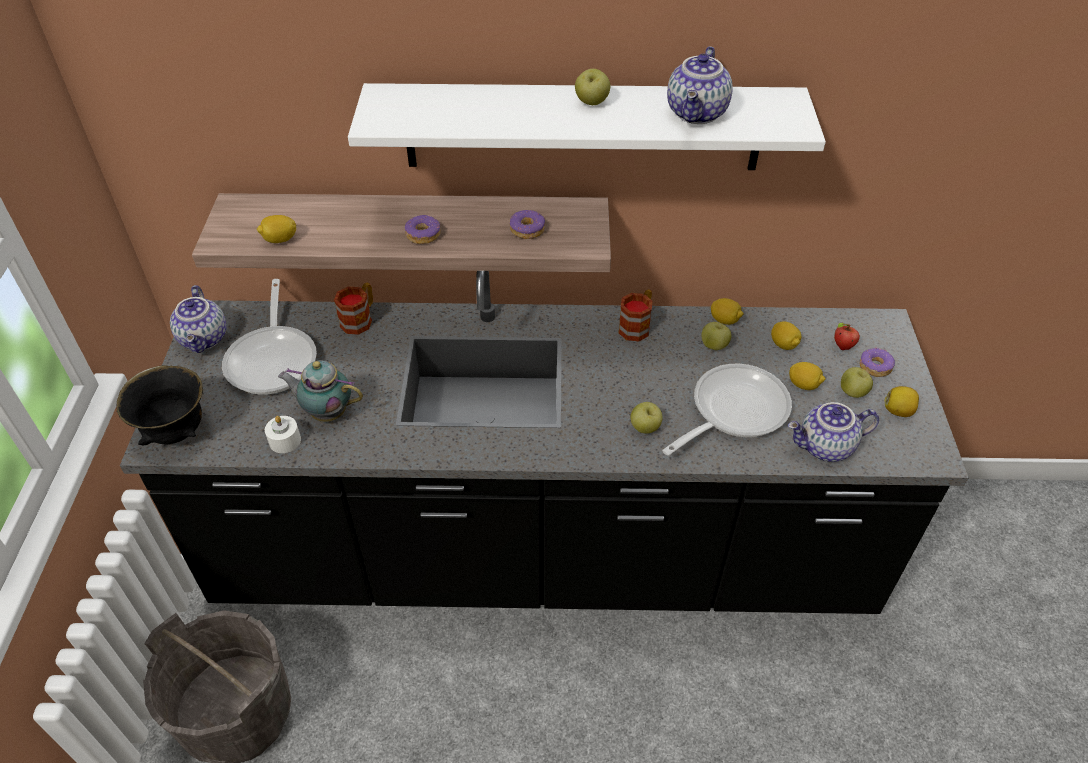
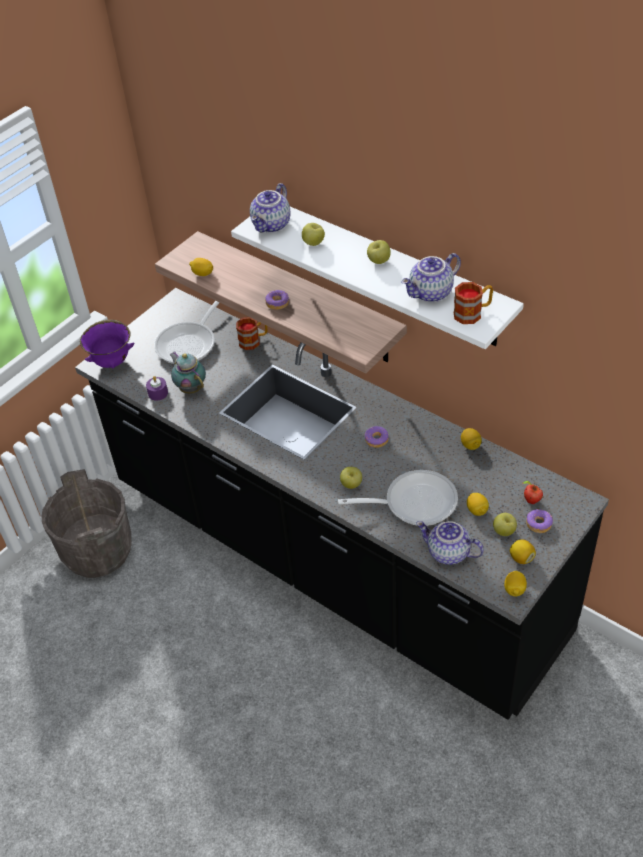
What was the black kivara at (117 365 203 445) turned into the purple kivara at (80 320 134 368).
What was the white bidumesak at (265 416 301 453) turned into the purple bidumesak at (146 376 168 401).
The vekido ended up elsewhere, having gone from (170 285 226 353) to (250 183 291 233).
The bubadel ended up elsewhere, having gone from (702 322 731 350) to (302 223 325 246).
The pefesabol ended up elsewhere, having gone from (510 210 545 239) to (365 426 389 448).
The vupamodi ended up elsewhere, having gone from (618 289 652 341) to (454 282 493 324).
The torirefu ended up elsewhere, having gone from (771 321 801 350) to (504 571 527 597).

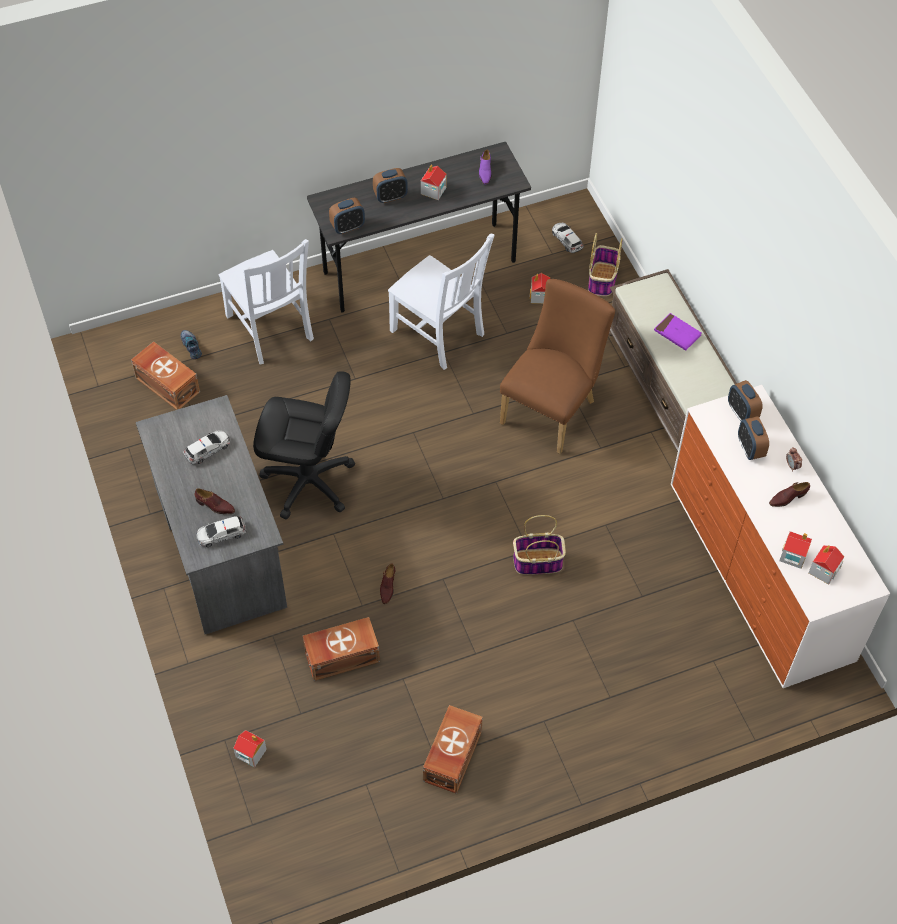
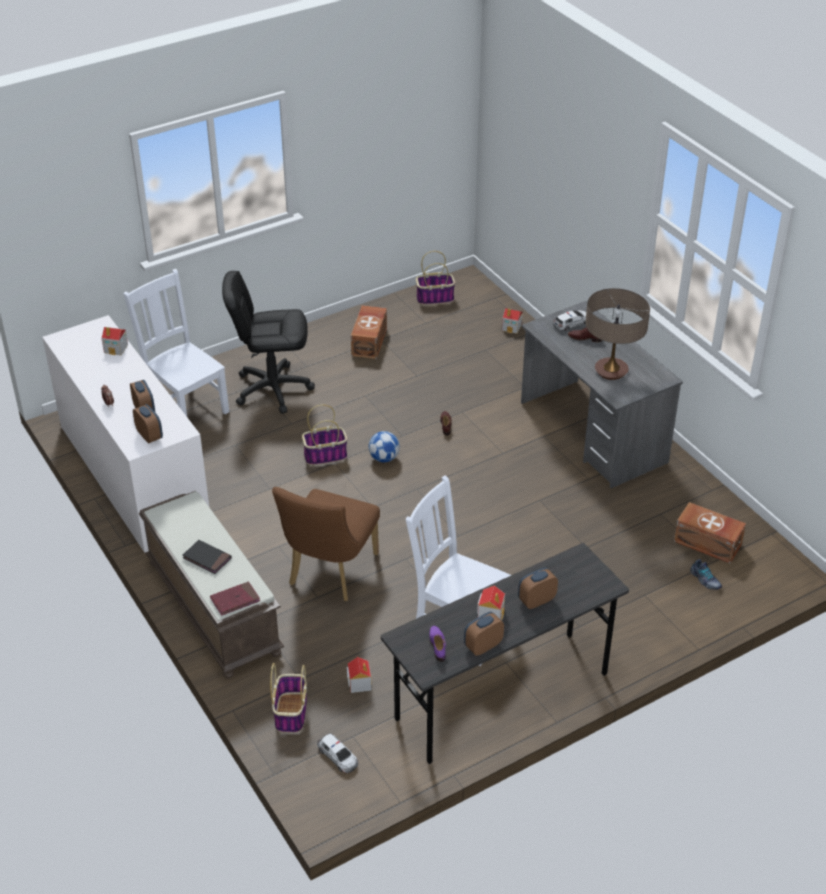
The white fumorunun ended up elsewhere, having gone from (218 239 314 364) to (123 269 230 416).
What was the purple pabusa at (654 313 701 351) turned into the black pabusa at (183 540 232 574).
The second view gained the red pabusa at (210 581 260 616).
The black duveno ended up elsewhere, having gone from (253 371 355 520) to (222 271 315 414).
The second view gained the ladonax at (368 431 400 462).
The second view gained the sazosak at (416 251 455 305).
The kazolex ended up elsewhere, having gone from (329 198 365 234) to (464 612 504 656).
Where the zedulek stood at (183 430 230 464), the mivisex came to stand at (585 288 650 380).
The second view lost the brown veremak at (303 617 380 681).
The second view lost the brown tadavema at (769 482 810 507).
The second view lost the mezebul at (808 545 844 585).

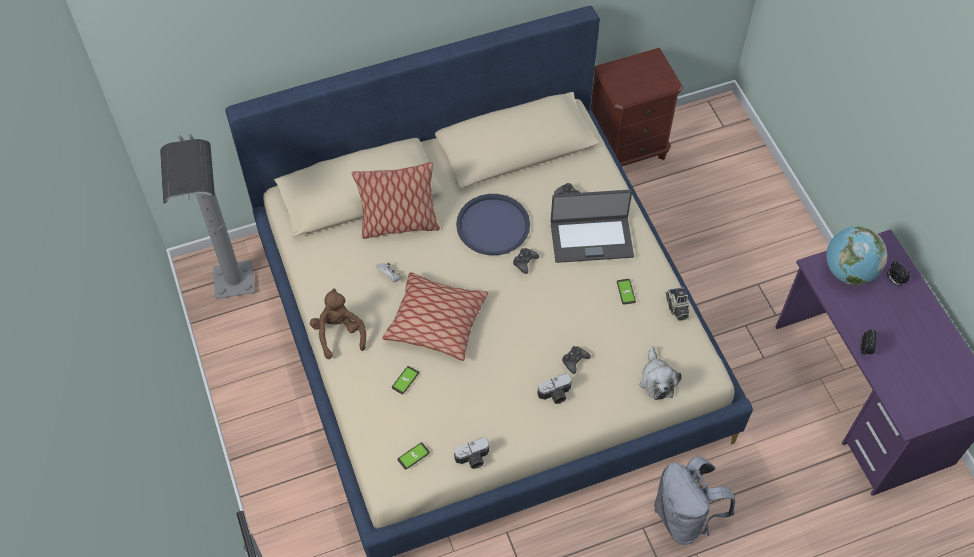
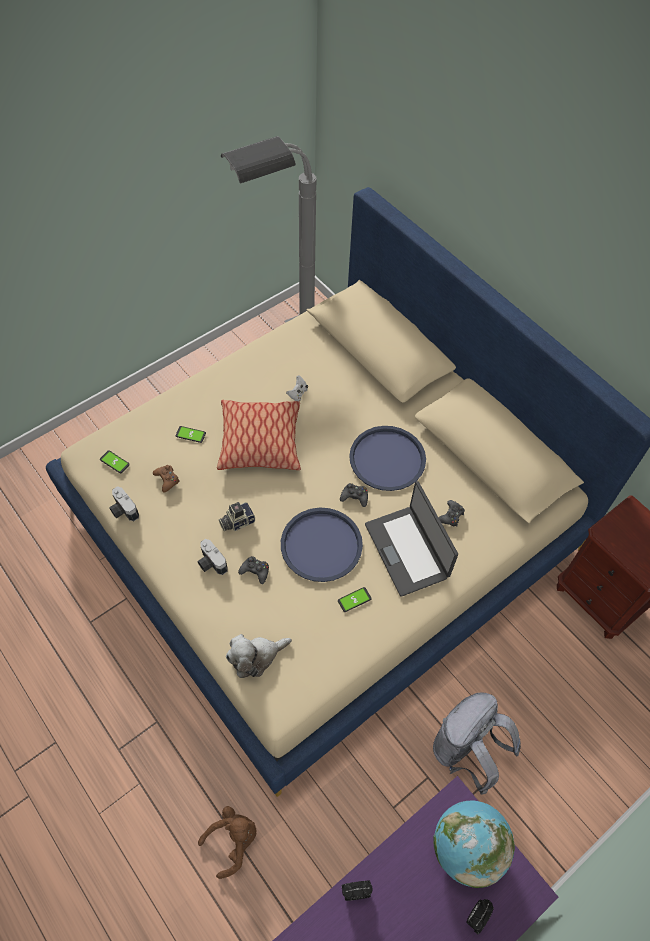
The second view gained the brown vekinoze at (153 465 180 493).
The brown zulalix ended up elsewhere, having gone from (310 288 366 359) to (198 806 257 879).
The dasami ended up elsewhere, having gone from (666 287 689 321) to (219 502 255 531).
The second view gained the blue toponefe at (281 508 363 582).
The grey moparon ended up elsewhere, having gone from (654 456 735 545) to (433 692 521 795).
The second view lost the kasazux at (351 162 440 239).

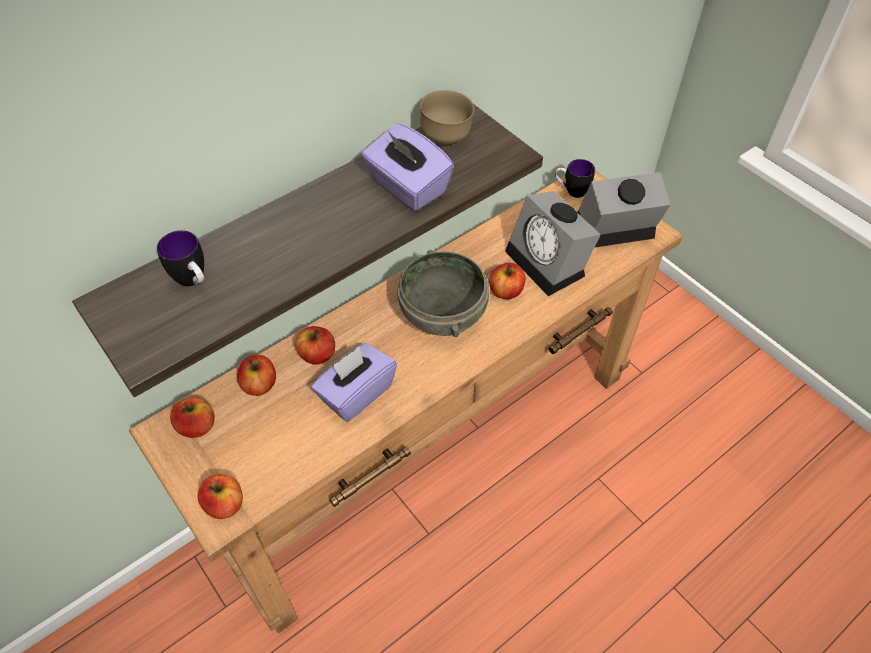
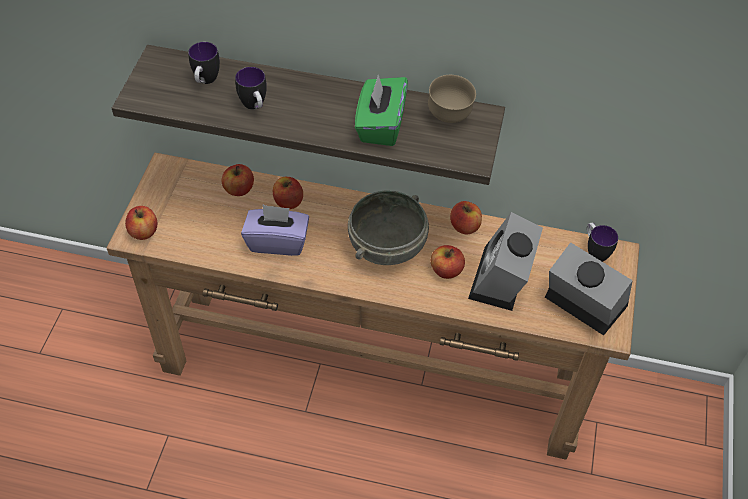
The second view gained the vupamodi at (235 67 267 110).
What was the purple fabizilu at (362 123 454 211) turned into the green fabizilu at (355 75 408 146).
The bubadel ended up elsewhere, having gone from (170 397 215 438) to (450 201 482 234).

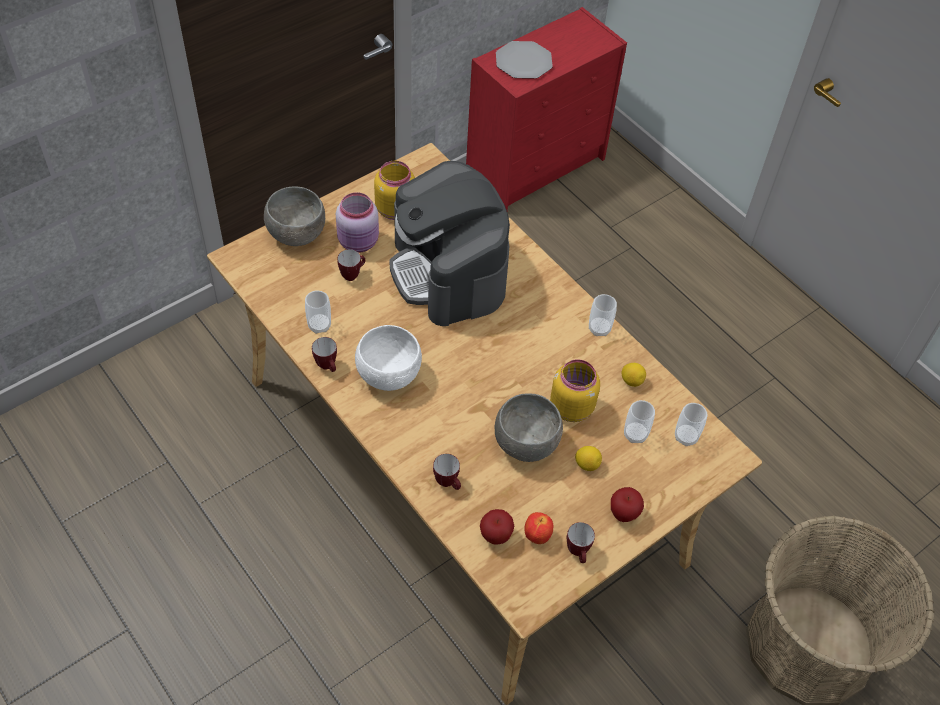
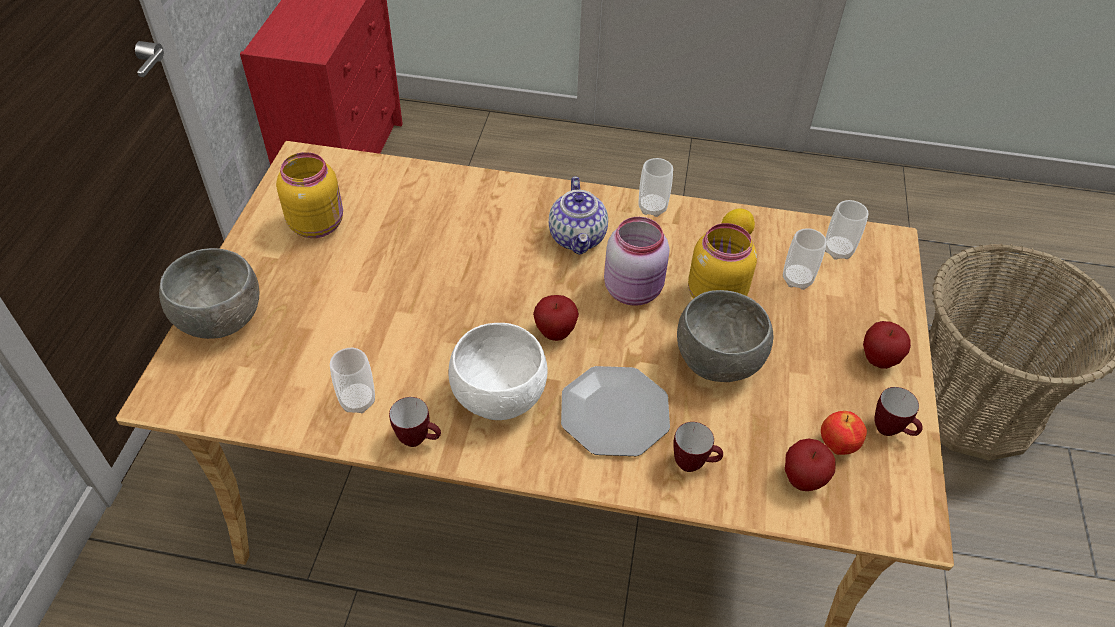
The second view gained the bubadel at (533 295 579 341).
The second view gained the vekido at (549 177 608 255).
The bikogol ended up elsewhere, having gone from (496 41 553 79) to (561 366 670 456).
The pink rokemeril ended up elsewhere, having gone from (336 192 379 253) to (604 217 670 306).
The second view lost the vupamodi at (337 249 366 281).
The second view lost the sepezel at (389 161 510 326).
The second view lost the torirefu at (575 446 602 471).

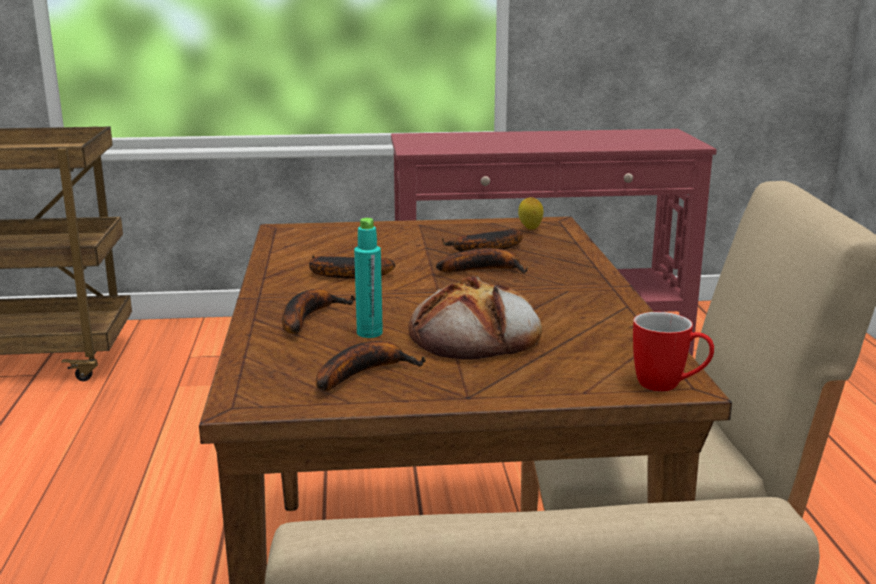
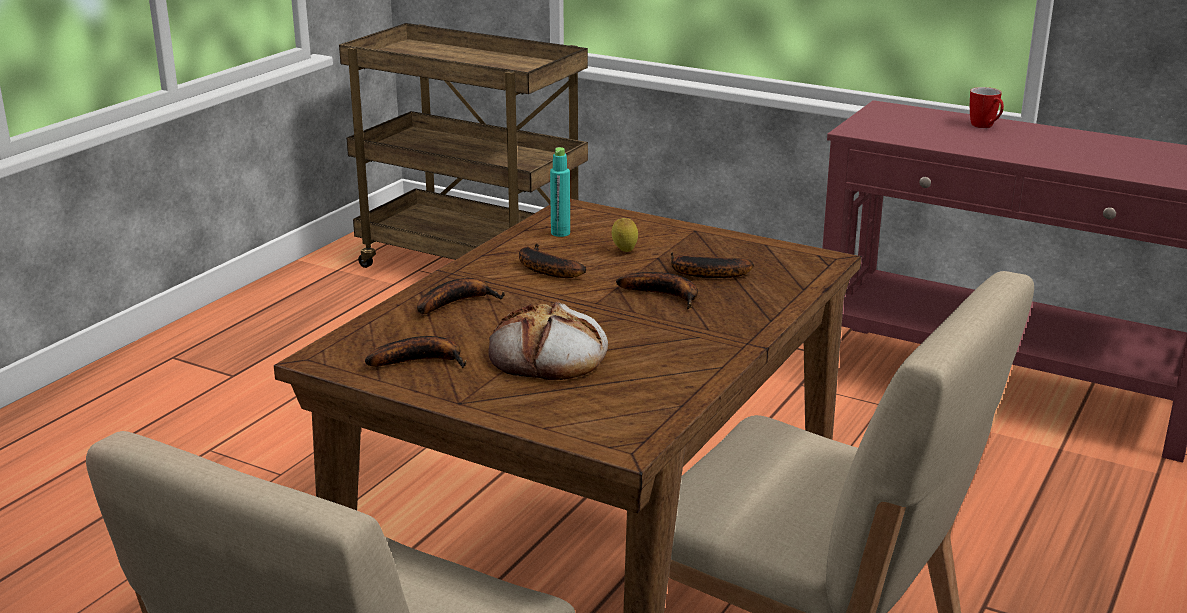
The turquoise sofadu ended up elsewhere, having gone from (354 218 383 338) to (550 147 570 237).
The torirefu ended up elsewhere, having gone from (518 197 544 229) to (612 218 638 252).
The vupamodi ended up elsewhere, having gone from (633 312 714 392) to (970 87 1004 128).

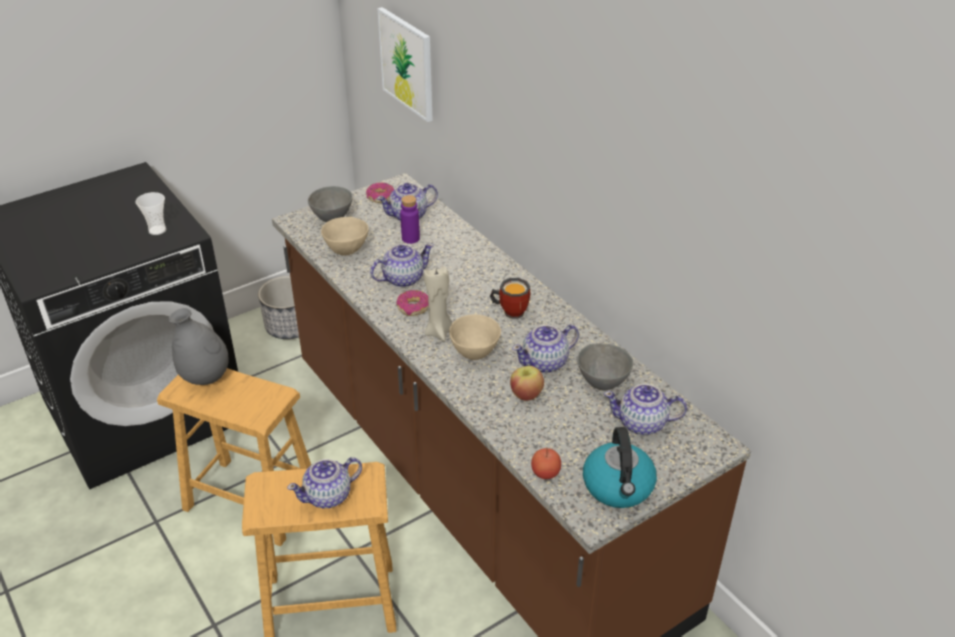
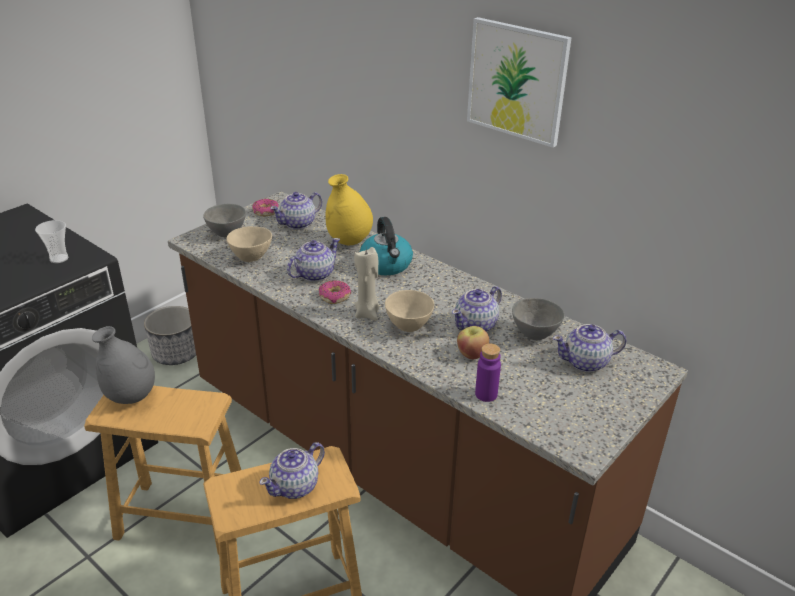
The second view gained the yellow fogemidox at (325 174 373 245).
The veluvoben ended up elsewhere, having gone from (583 427 657 508) to (360 217 413 275).
The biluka ended up elsewhere, having gone from (377 7 433 122) to (467 17 572 148).
The purple sofadu ended up elsewhere, having gone from (400 195 420 244) to (475 343 501 402).
The second view lost the vupamodi at (489 278 531 319).
The second view lost the bubadel at (531 447 561 479).

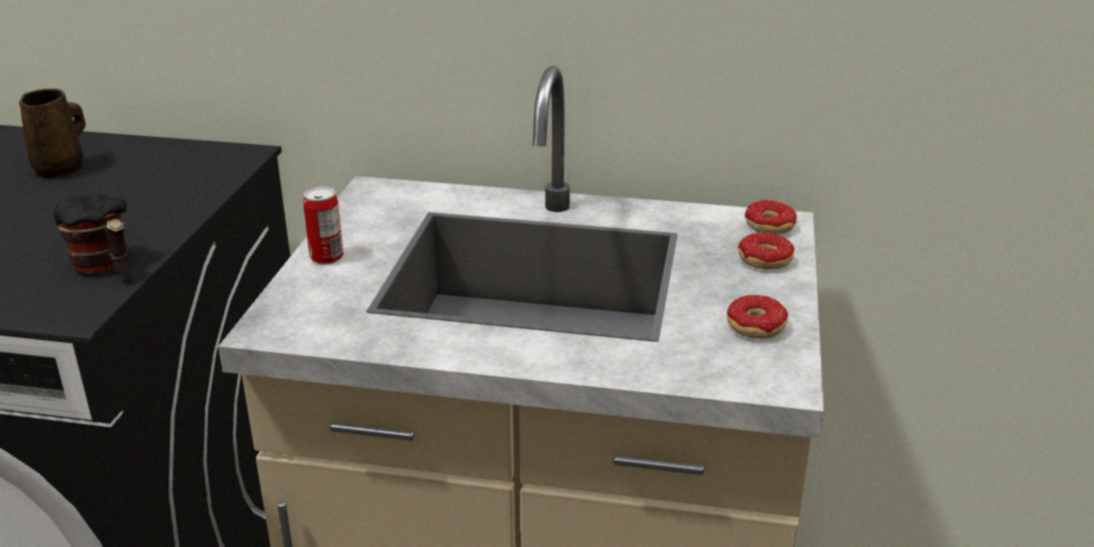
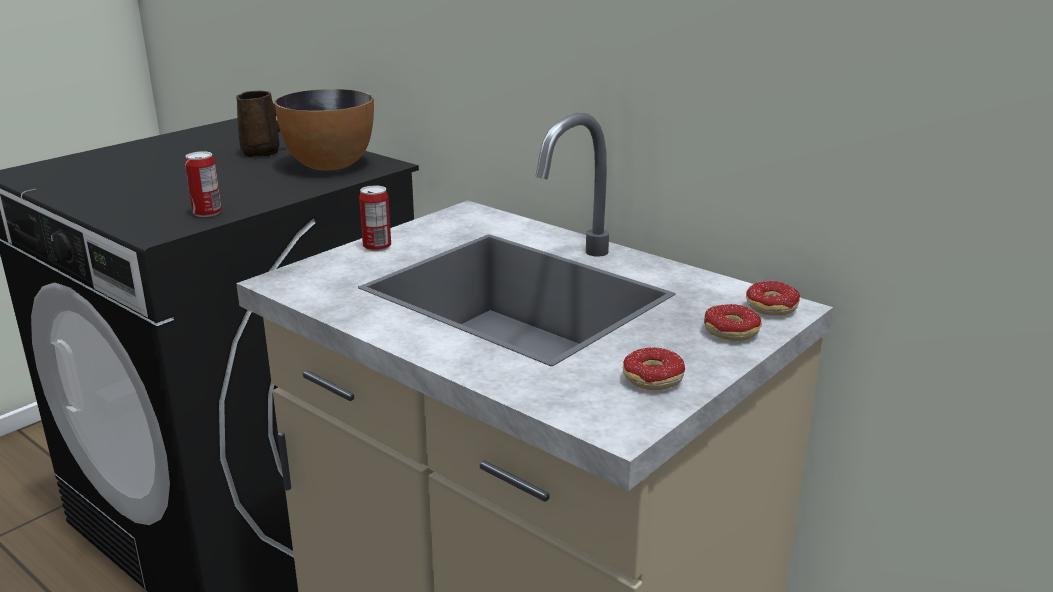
Where the vupamodi stood at (54 195 131 273), the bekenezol came to stand at (185 151 222 217).
The second view gained the kivara at (274 89 374 171).

